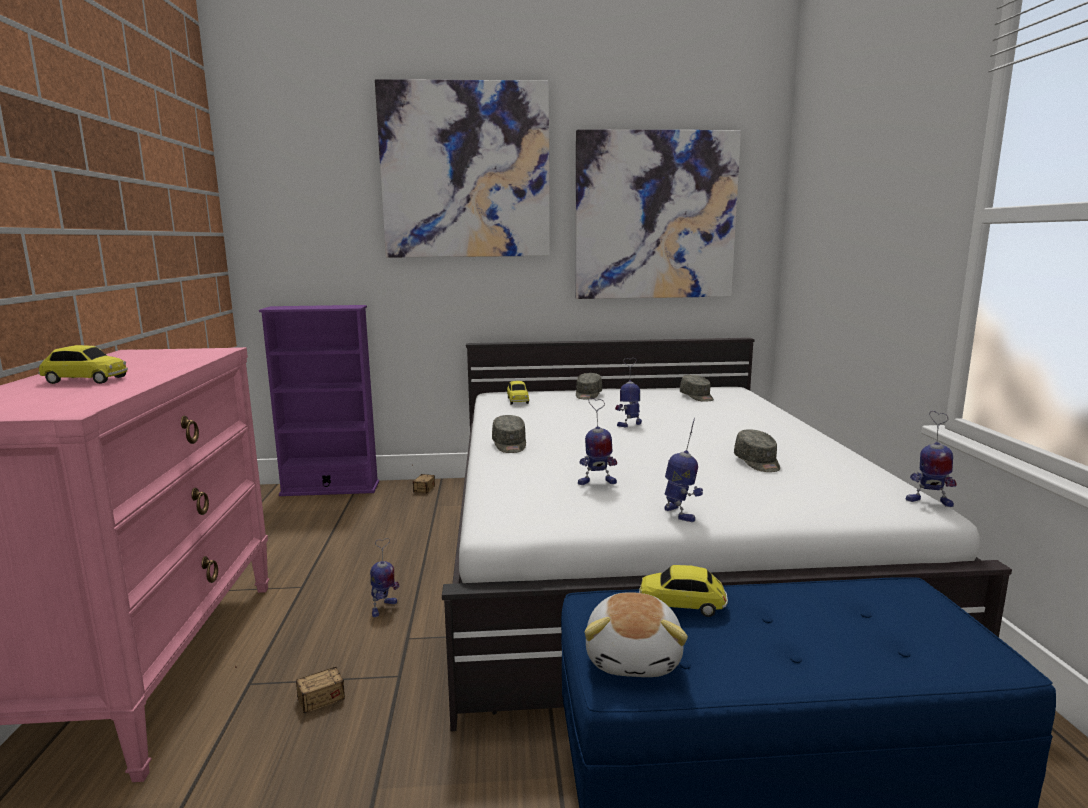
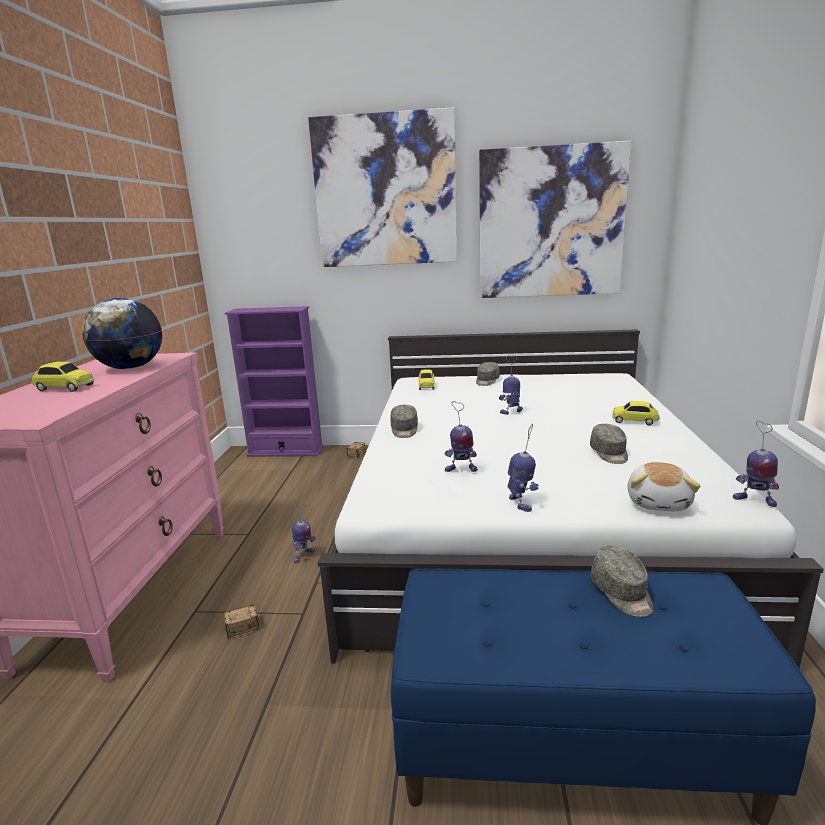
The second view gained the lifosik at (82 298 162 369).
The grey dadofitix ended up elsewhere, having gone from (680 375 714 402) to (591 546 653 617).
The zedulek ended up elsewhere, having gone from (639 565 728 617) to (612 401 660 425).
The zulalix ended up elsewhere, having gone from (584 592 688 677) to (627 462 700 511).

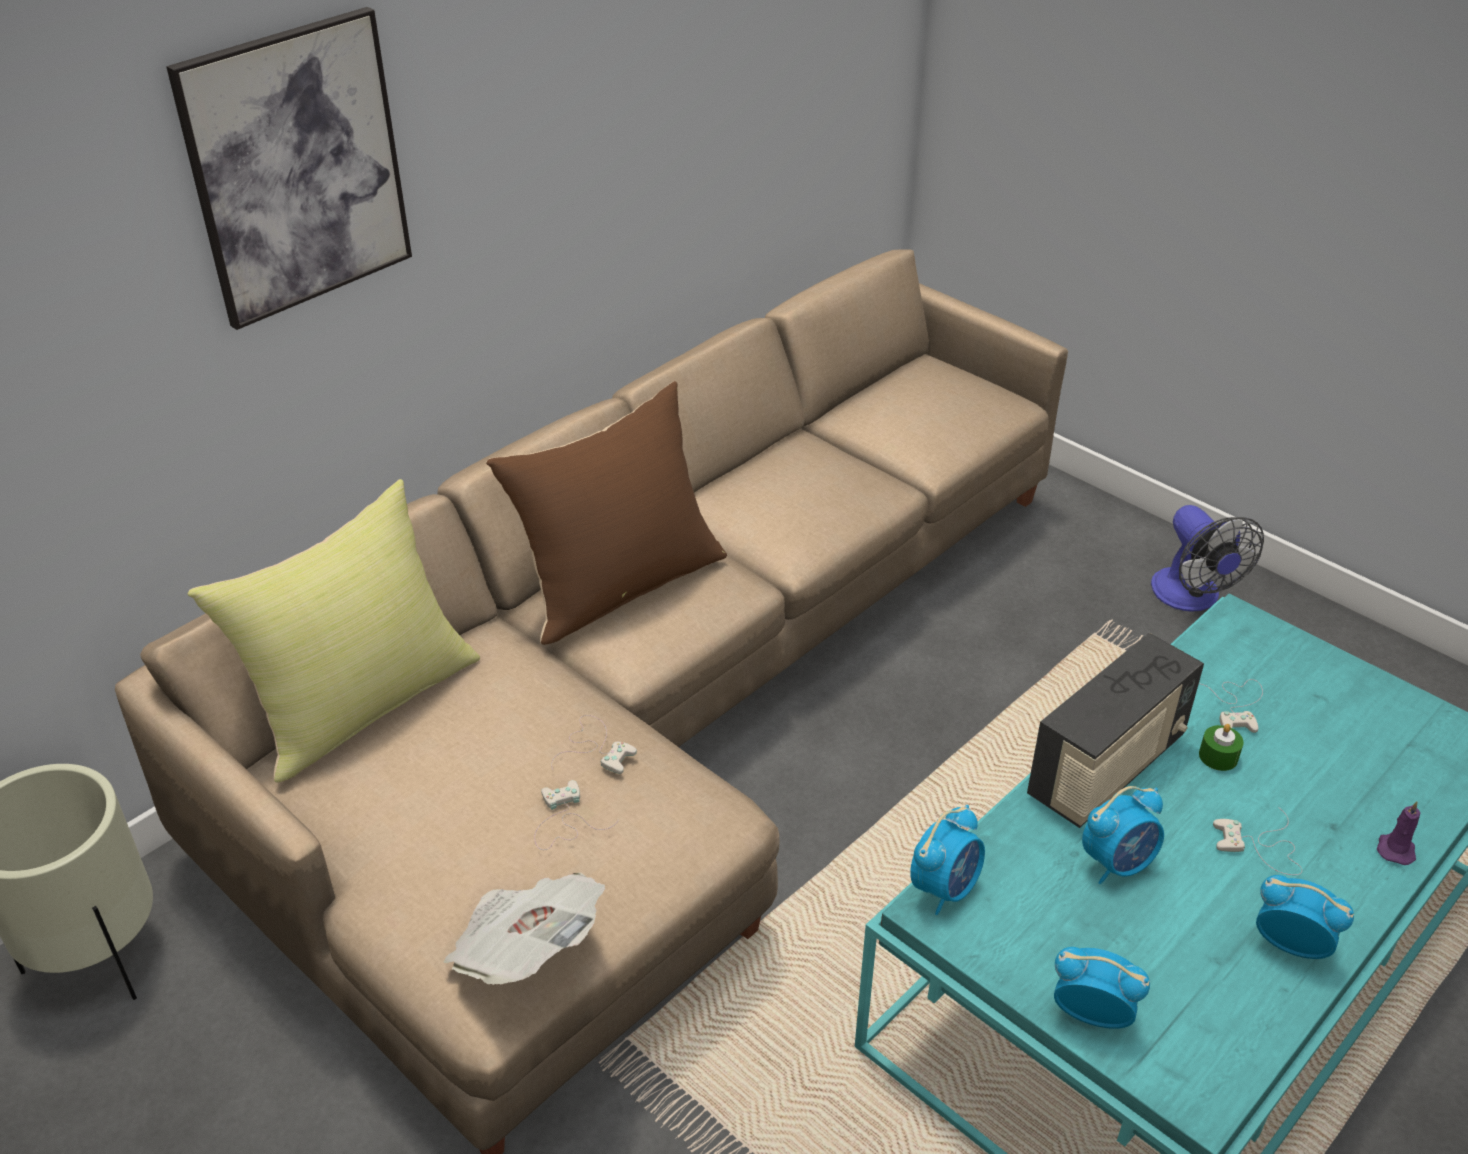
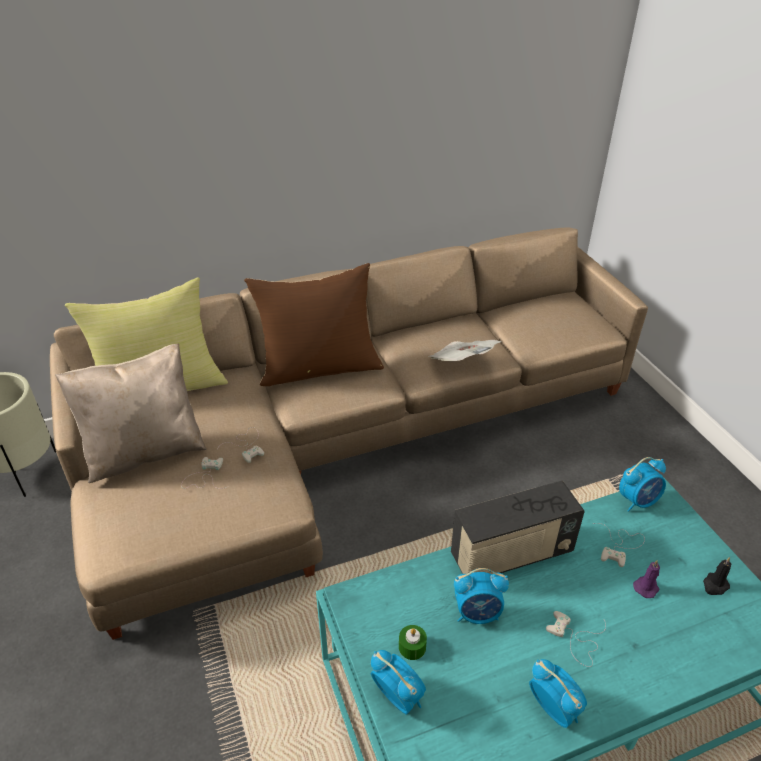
The second view gained the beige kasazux at (55 344 207 483).
The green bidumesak ended up elsewhere, having gone from (1199 724 1244 771) to (399 625 427 660).
The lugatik ended up elsewhere, having gone from (443 873 605 985) to (428 340 501 361).
The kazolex ended up elsewhere, having gone from (910 805 985 915) to (619 457 666 512).
The purple bidumesak ended up elsewhere, having gone from (1377 801 1421 865) to (633 560 660 598).
The second view gained the black bidumesak at (703 557 732 595).
The second view lost the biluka at (166 7 412 330).
The second view lost the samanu at (1151 505 1264 612).

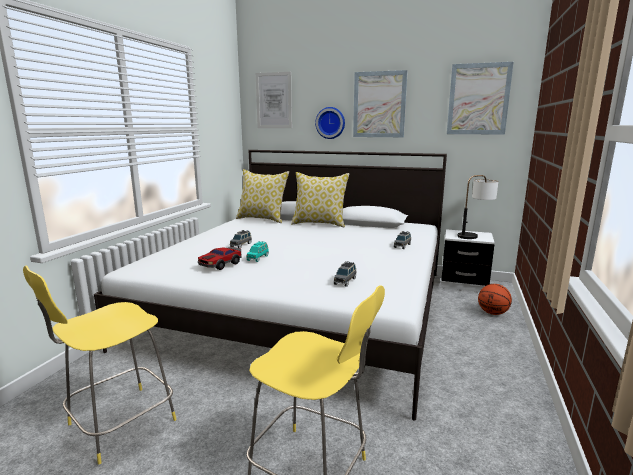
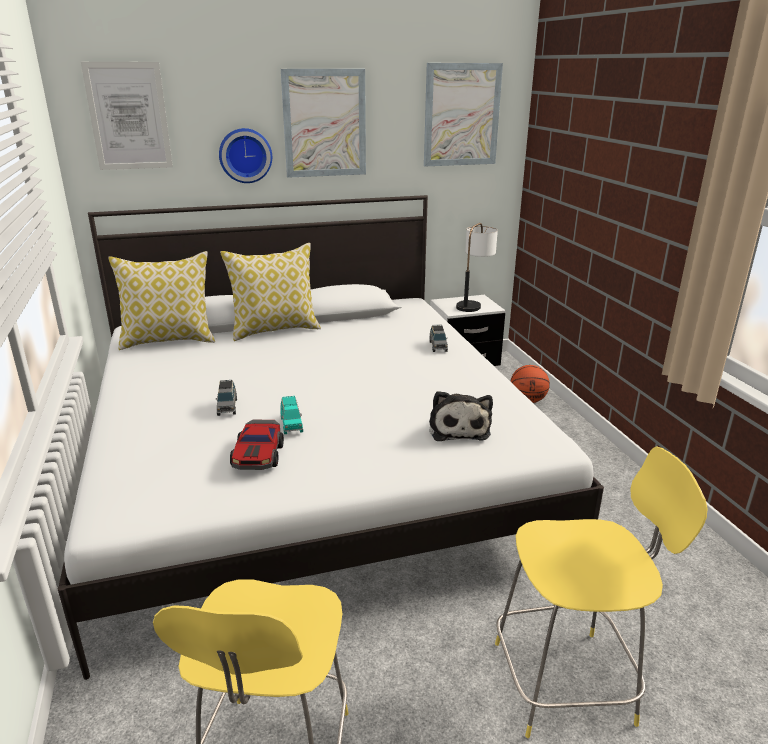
Where the grey zedulek stood at (334 261 356 287), the zulalix came to stand at (429 391 493 441).

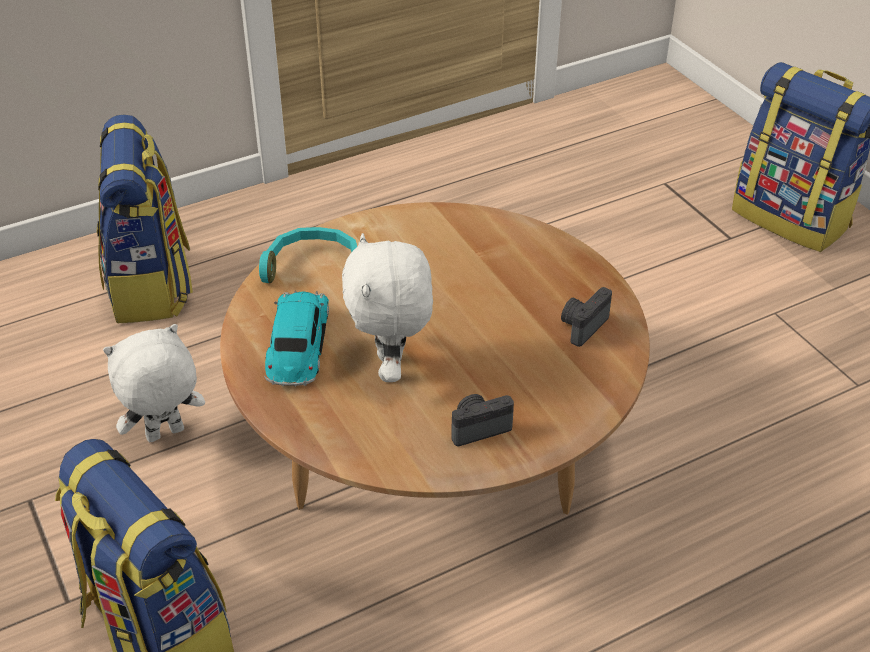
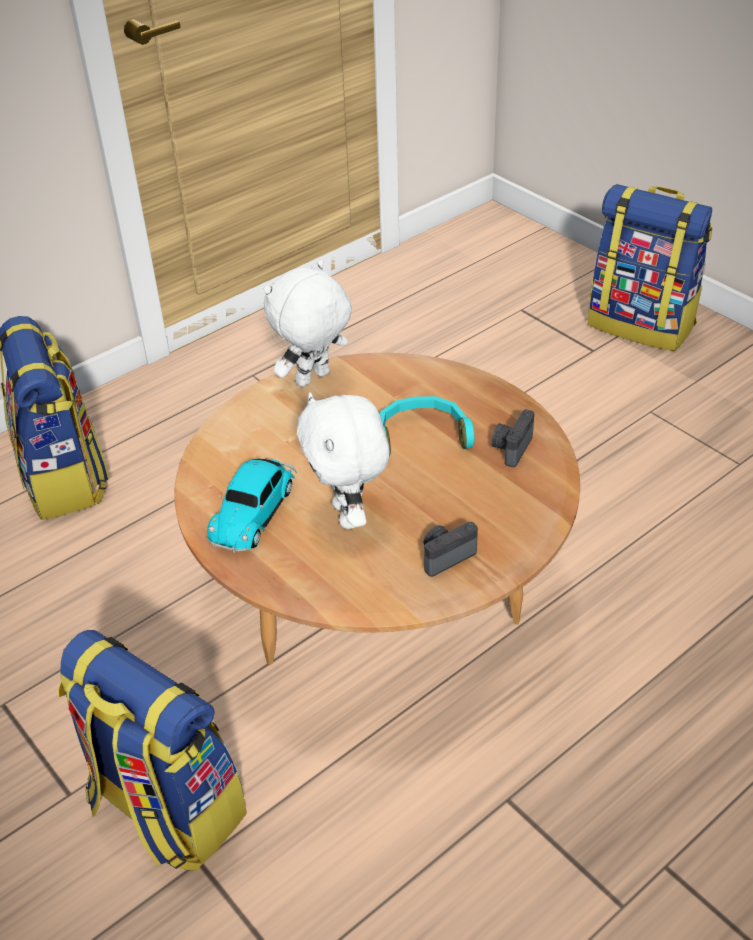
The zedulek at (264 291 329 387) ended up facing another way, 150 degrees counterclockwise from before.
The white zulalix ended up elsewhere, having gone from (103 324 205 442) to (264 260 352 387).
The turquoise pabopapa ended up elsewhere, having gone from (259 227 357 283) to (380 396 474 456).

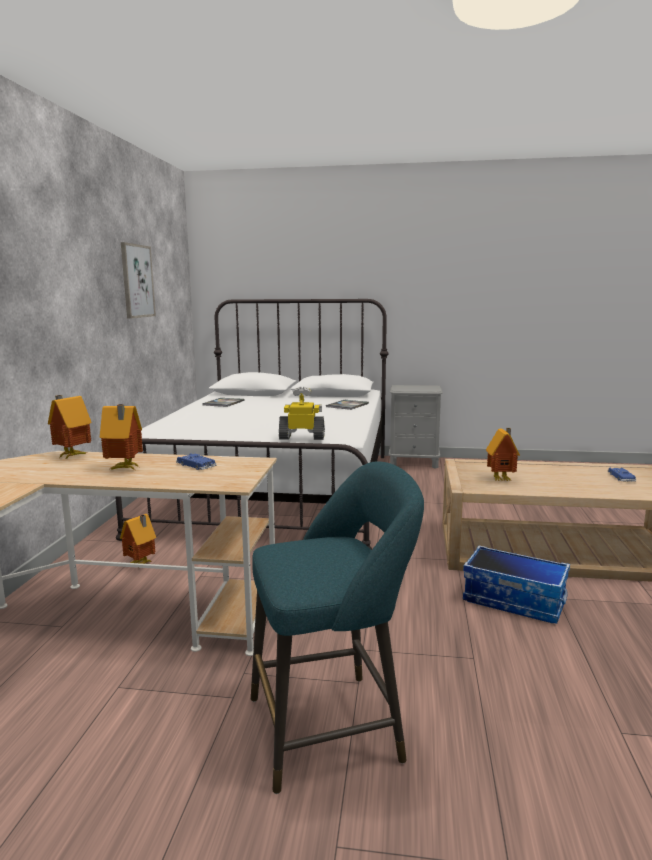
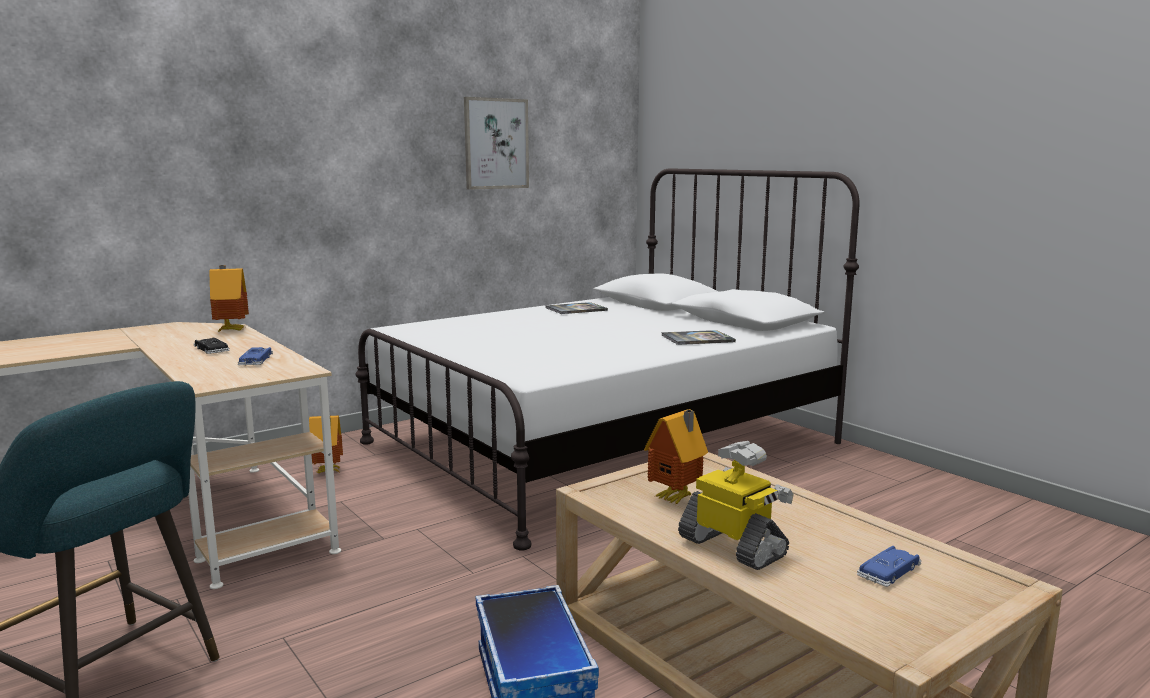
Where the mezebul stood at (100 404 143 470), the black zedulek came to stand at (194 338 229 354).
The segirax ended up elsewhere, having gone from (279 386 325 440) to (678 441 794 570).
The second view lost the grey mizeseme at (389 385 443 469).

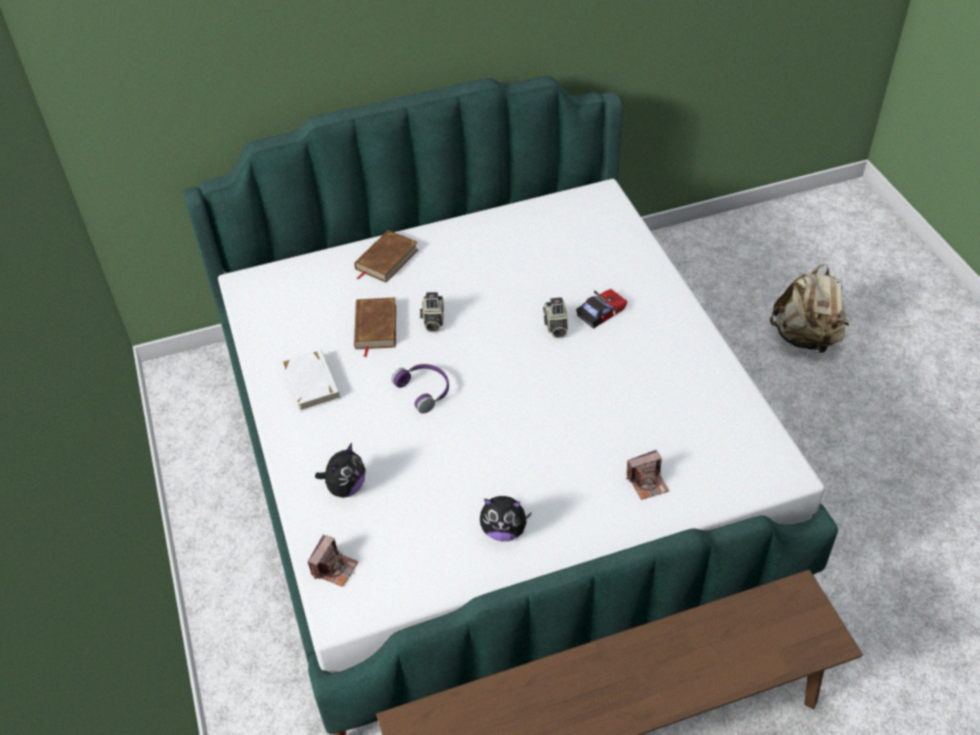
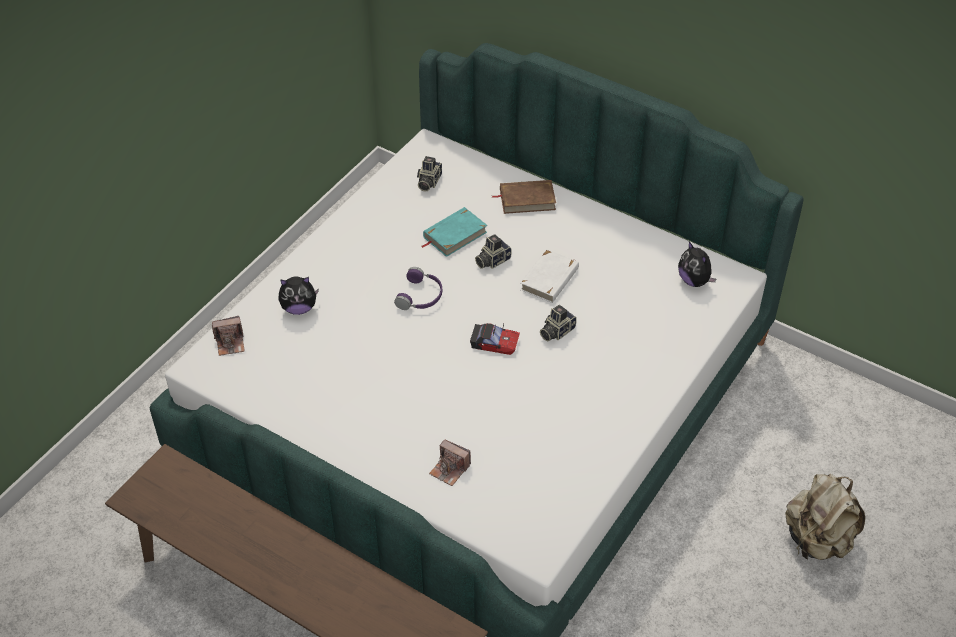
The second view gained the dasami at (417 156 442 191).
What was the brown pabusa at (354 297 396 357) turned into the turquoise pabusa at (422 207 487 257).
The zedulek ended up elsewhere, having gone from (576 289 628 329) to (470 323 520 355).
The white pabusa ended up elsewhere, having gone from (282 349 341 412) to (520 249 579 303).
The zulalix ended up elsewhere, having gone from (480 496 532 541) to (678 241 717 287).

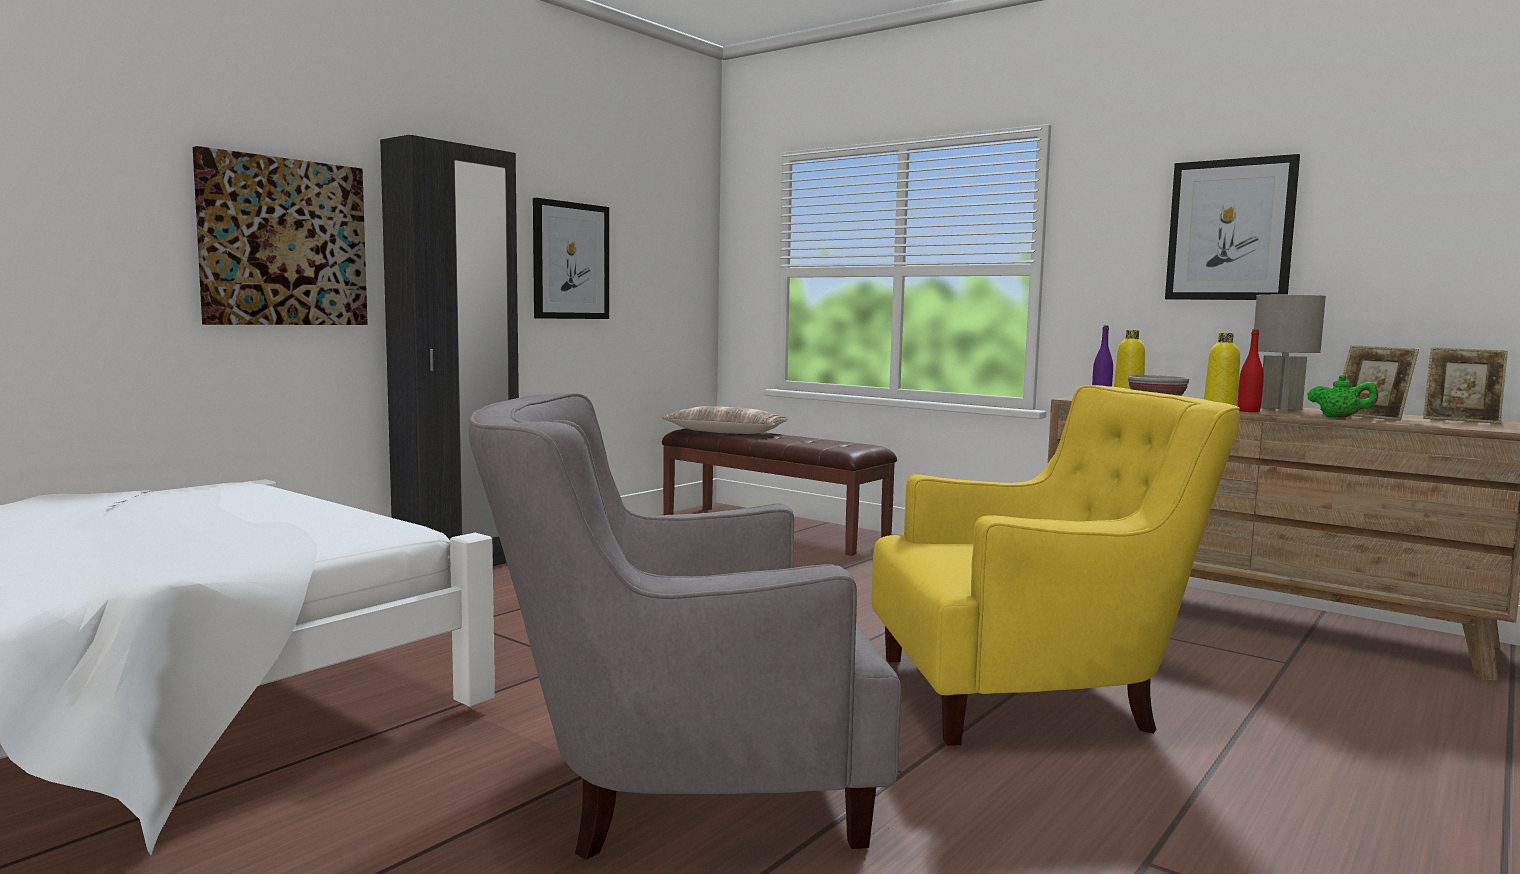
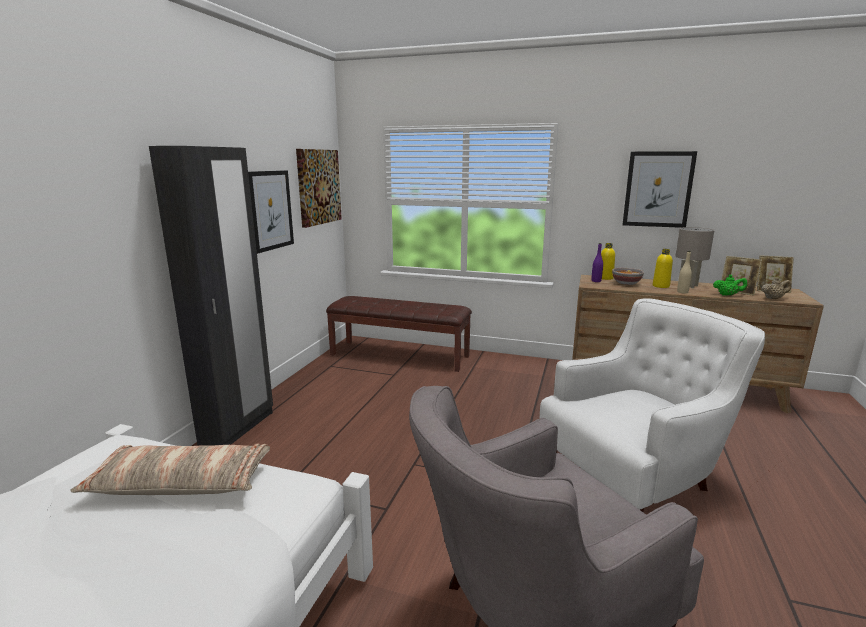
The kasazux ended up elsewhere, having gone from (662 406 788 434) to (70 444 270 495).
The biluka ended up elsewhere, having gone from (193 146 368 325) to (296 149 342 228).
What was the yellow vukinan at (872 385 1240 746) turned into the white vukinan at (539 298 765 512).
What was the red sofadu at (1238 329 1264 412) turned into the beige sofadu at (677 251 692 293).
The second view gained the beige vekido at (761 277 792 299).

